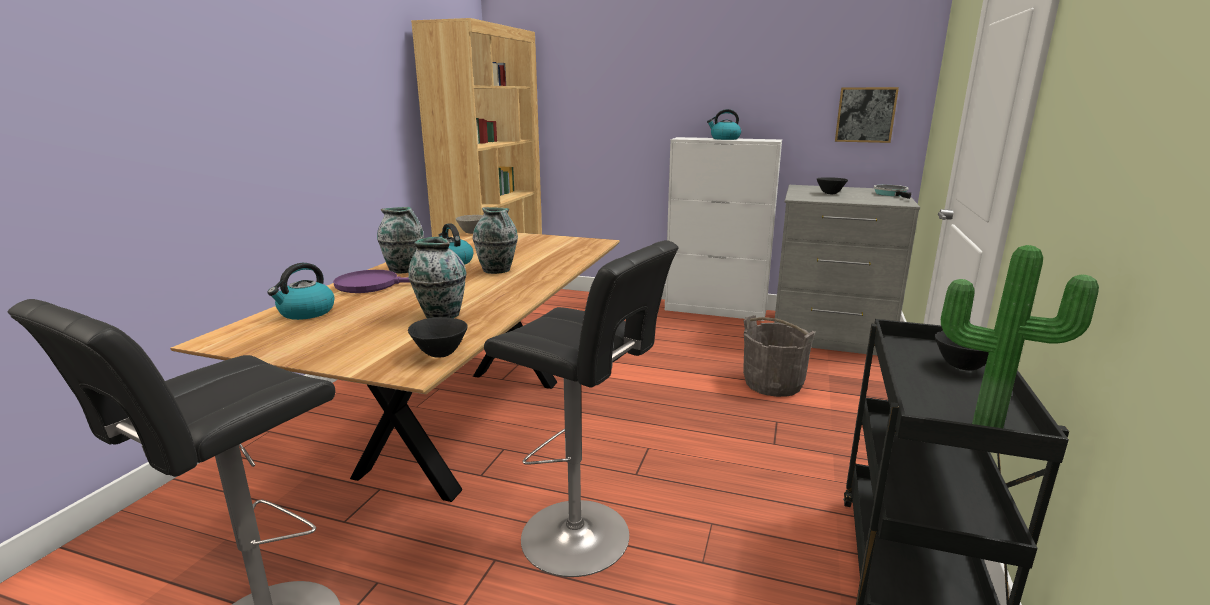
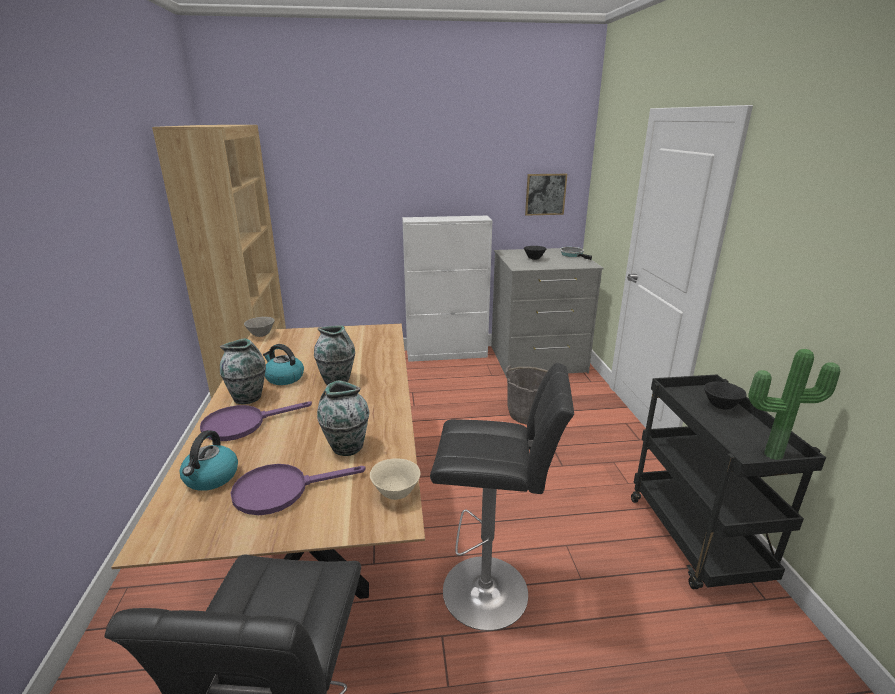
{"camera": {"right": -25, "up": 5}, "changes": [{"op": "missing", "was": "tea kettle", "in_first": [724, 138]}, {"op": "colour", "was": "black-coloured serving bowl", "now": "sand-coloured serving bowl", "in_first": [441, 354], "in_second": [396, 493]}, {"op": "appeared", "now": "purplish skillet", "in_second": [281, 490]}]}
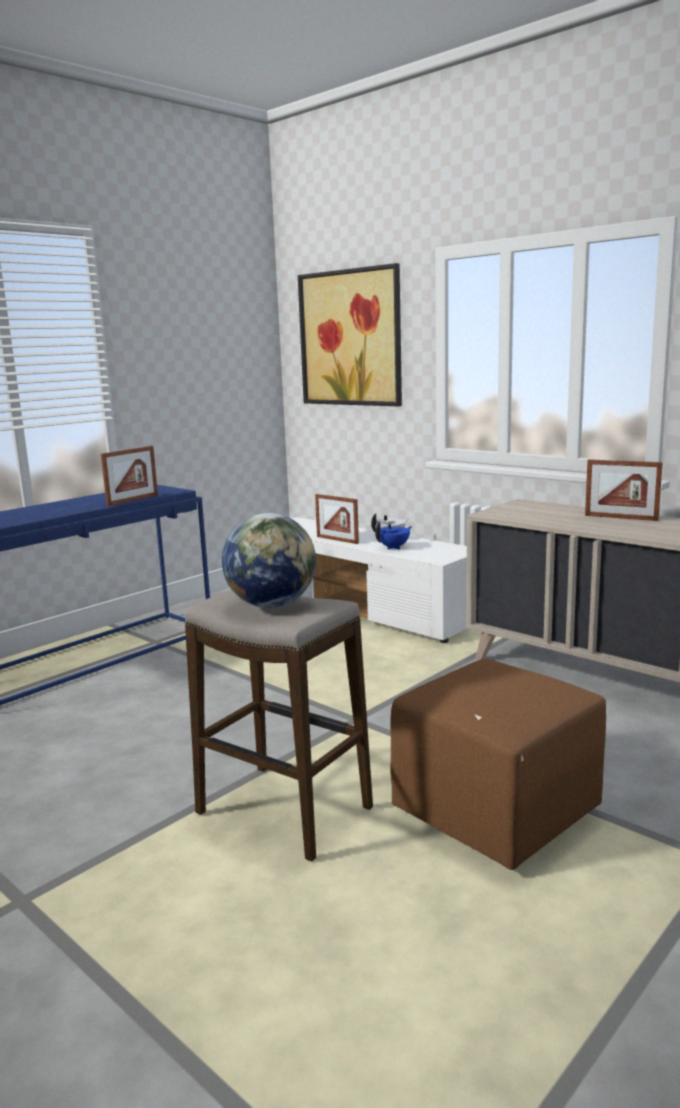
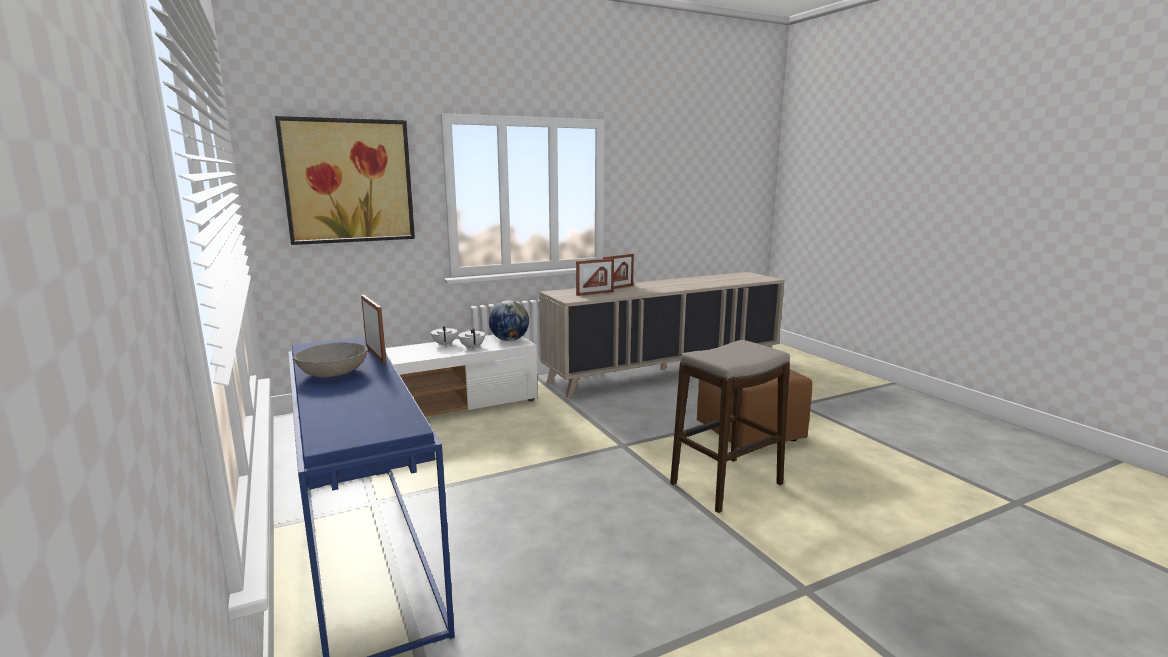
{"camera": {"right": -70, "up": 0}, "changes": [{"op": "relocated", "was": "standing frame", "in_first": [337, 540], "in_second": [595, 293]}, {"op": "relocated", "was": "desk globe", "in_first": [272, 605], "in_second": [509, 340]}, {"op": "colour", "was": "bluish teapot", "now": "white teapot", "in_first": [394, 547], "in_second": [472, 347]}, {"op": "appeared", "now": "greyish serving bowl", "in_second": [333, 372]}]}
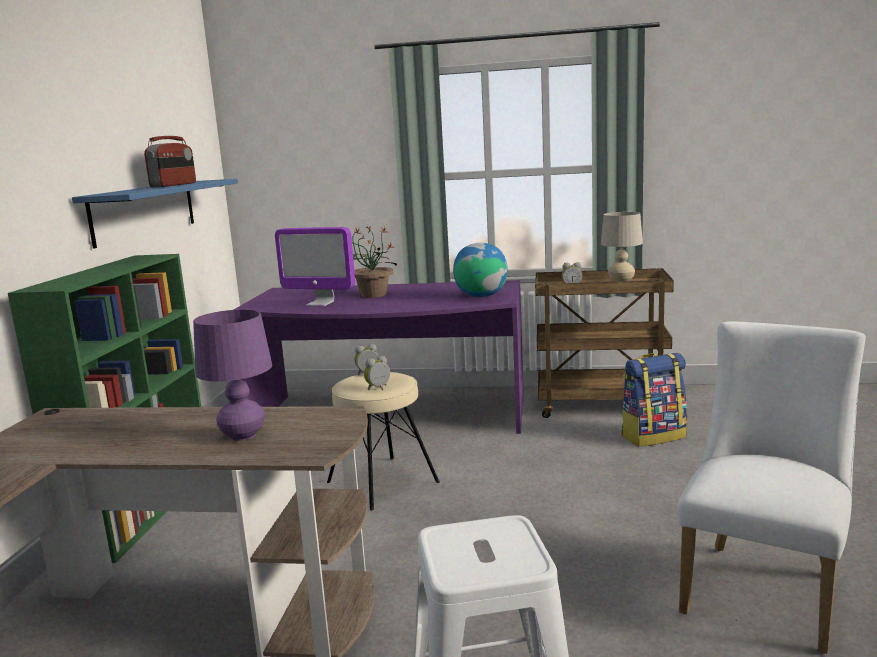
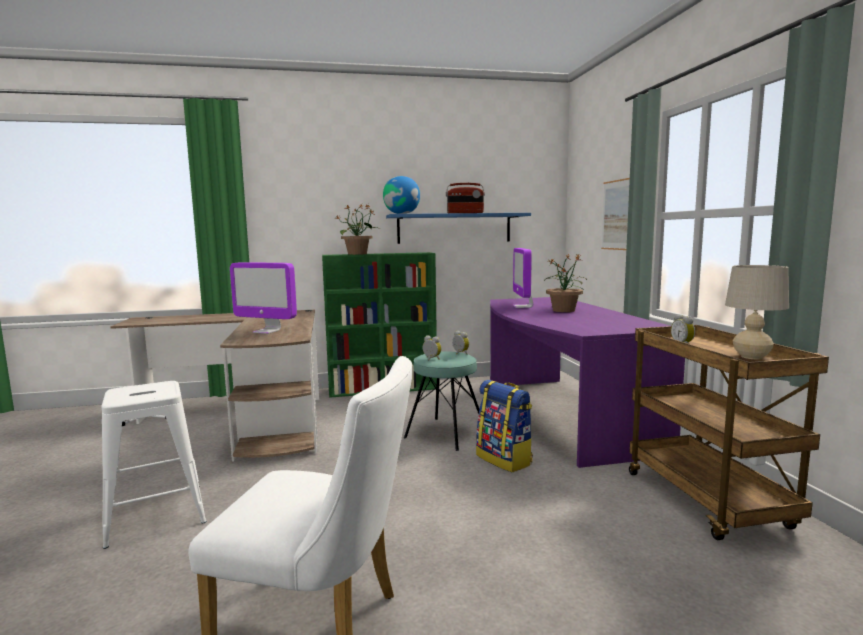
{"camera": {"right": 70, "up": -5}, "changes": [{"op": "relocated", "was": "desk globe", "in_first": [481, 296], "in_second": [402, 214]}, {"op": "exchanged", "was": "purplish tabletop lamp", "now": "computer screen", "in_first": [243, 436], "in_second": [267, 331]}, {"op": "relocated", "was": "rucksack", "in_first": [653, 436], "in_second": [505, 459]}, {"op": "colour", "was": "sand-coloured stool seat", "now": "turquoise stool seat", "in_first": [382, 482], "in_second": [446, 433]}, {"op": "appeared", "now": "wall art", "in_second": [617, 215]}, {"op": "appeared", "now": "potted plant", "in_second": [358, 254]}]}
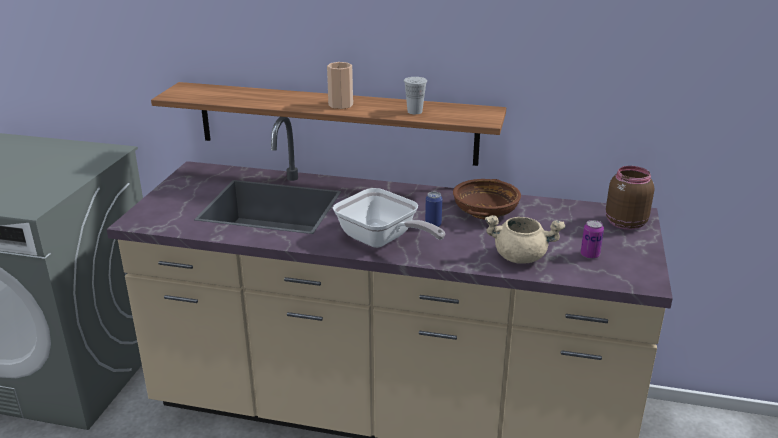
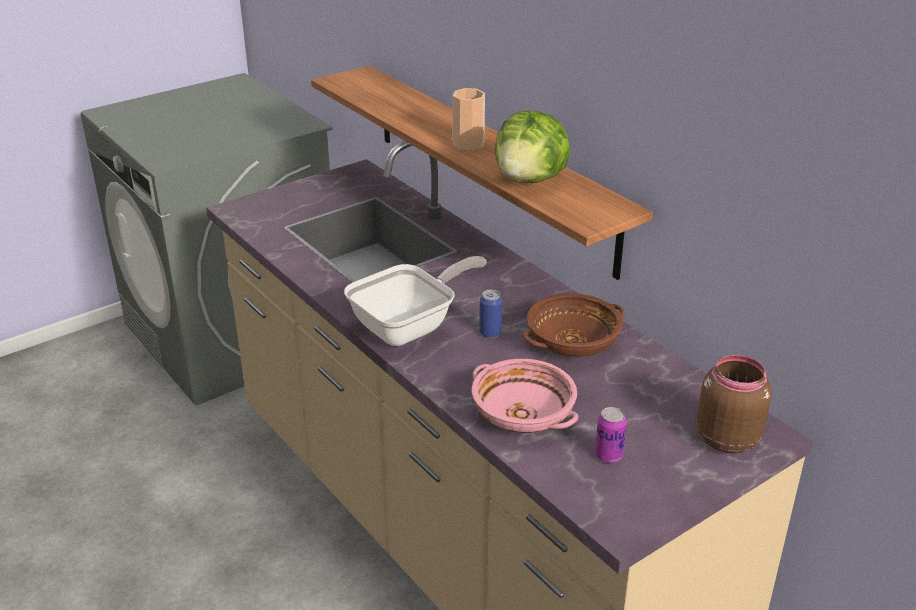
{"camera": {"right": 40, "up": 5}, "changes": [{"op": "exchanged", "was": "white small cup", "now": "lettuce head", "in_first": [414, 111], "in_second": [530, 180]}, {"op": "spun", "was": "skillet", "in_first": [382, 240], "in_second": [411, 326], "clockwise": -120}, {"op": "exchanged", "was": "sand-coloured saucepot", "now": "pinkish serving bowl", "in_first": [520, 256], "in_second": [524, 416]}]}
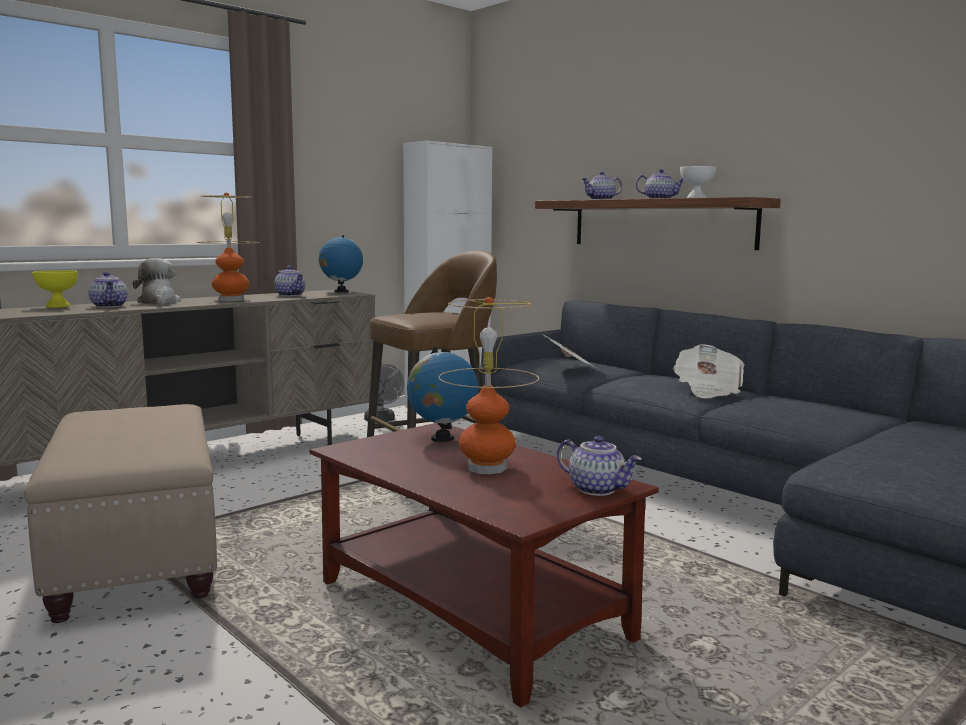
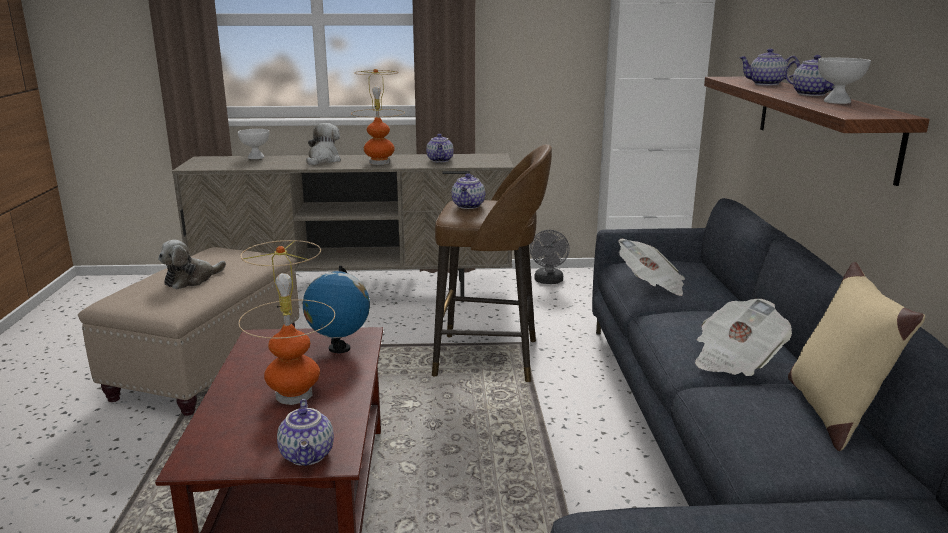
{"camera": {"right": 40, "up": 10}, "changes": [{"op": "missing", "was": "desk globe", "in_first": [341, 291]}, {"op": "colour", "was": "yellow serving bowl", "now": "white serving bowl", "in_first": [58, 306], "in_second": [256, 157]}, {"op": "relocated", "was": "teapot", "in_first": [109, 306], "in_second": [468, 206]}, {"op": "appeared", "now": "cuddly toy", "in_second": [191, 280]}, {"op": "appeared", "now": "sand-coloured cushion", "in_second": [833, 412]}]}
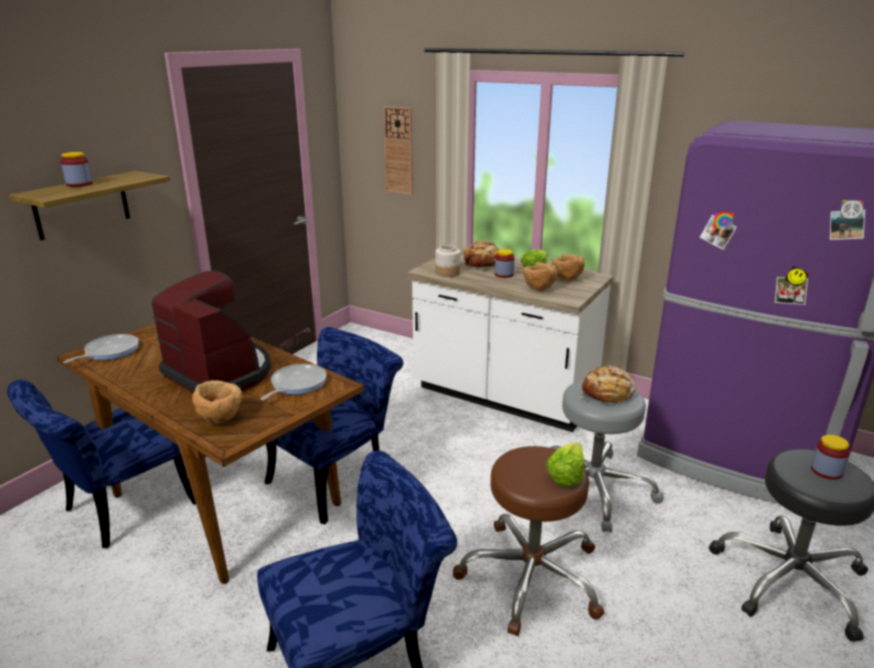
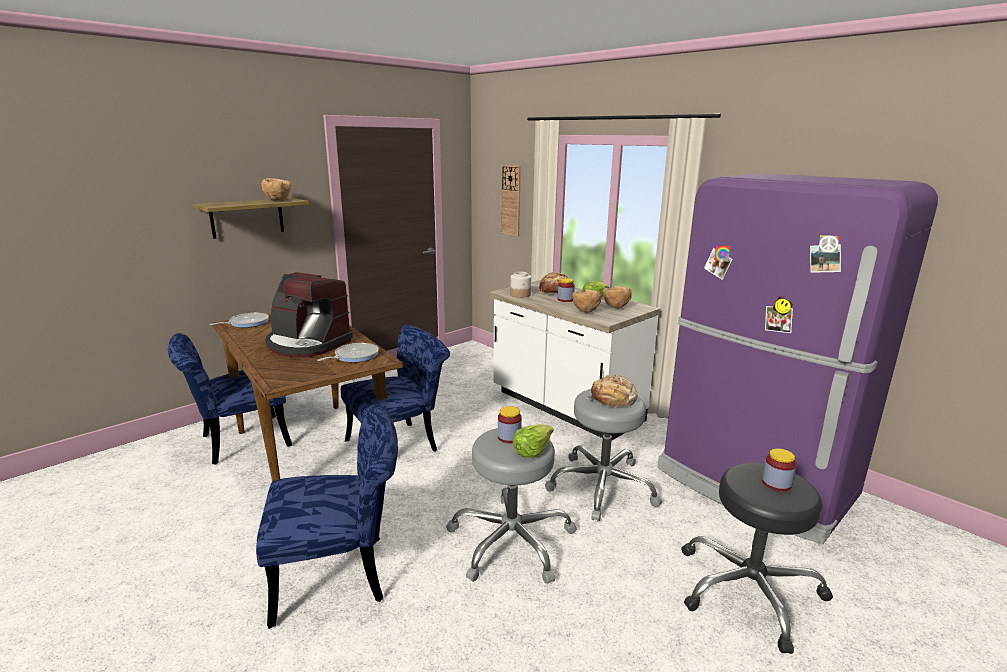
{"camera": {"right": 15, "up": -5}, "changes": [{"op": "relocated", "was": "storage jar", "in_first": [79, 184], "in_second": [509, 437]}, {"op": "spun", "was": "coffee maker", "in_first": [220, 374], "in_second": [307, 344], "clockwise": 150}, {"op": "relocated", "was": "brown serving bowl", "in_first": [221, 419], "in_second": [278, 200]}, {"op": "colour", "was": "brown stool seat", "now": "greyish stool seat", "in_first": [531, 577], "in_second": [510, 541]}]}
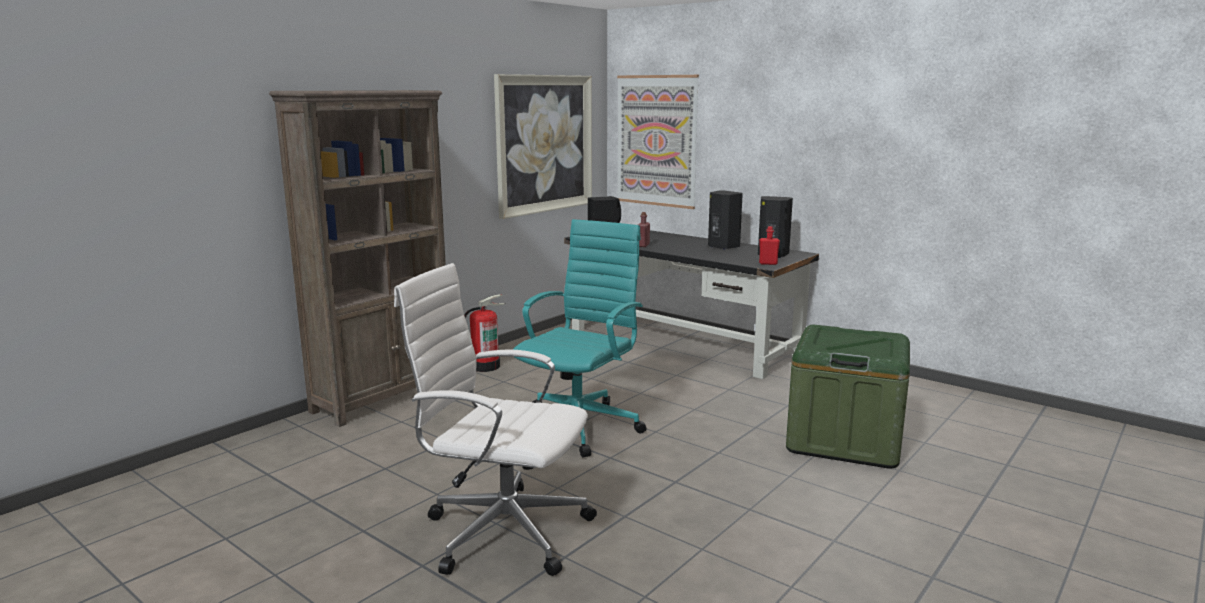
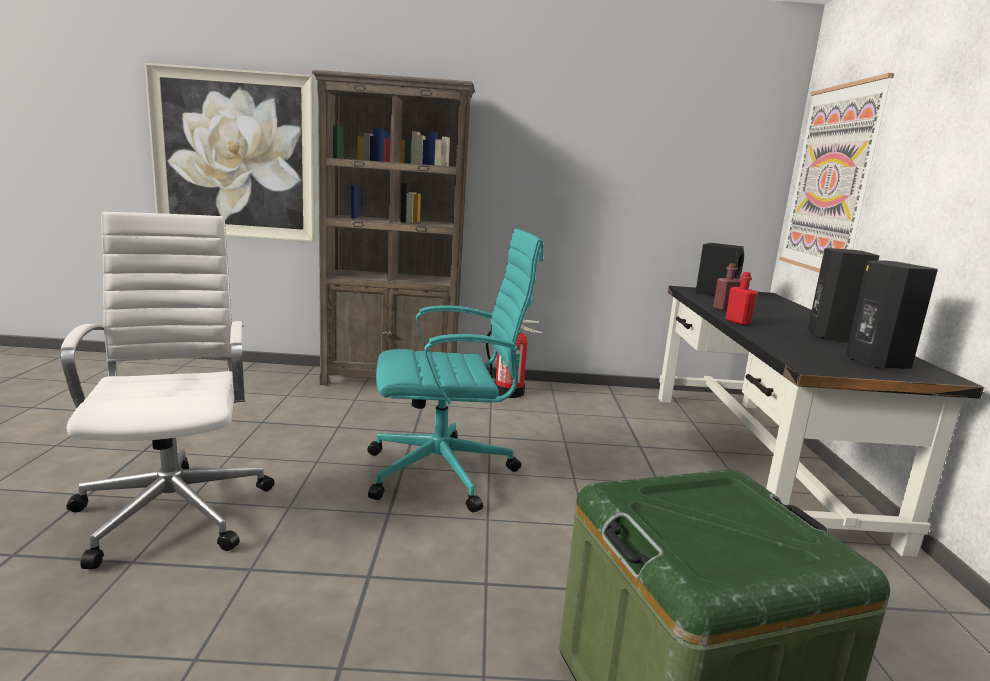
{"camera": {"right": 50, "up": 0}, "changes": [{"op": "relocated", "was": "wall art", "in_first": [544, 144], "in_second": [234, 155]}, {"op": "relocated", "was": "red beverage bottle", "in_first": [768, 263], "in_second": [738, 322]}]}
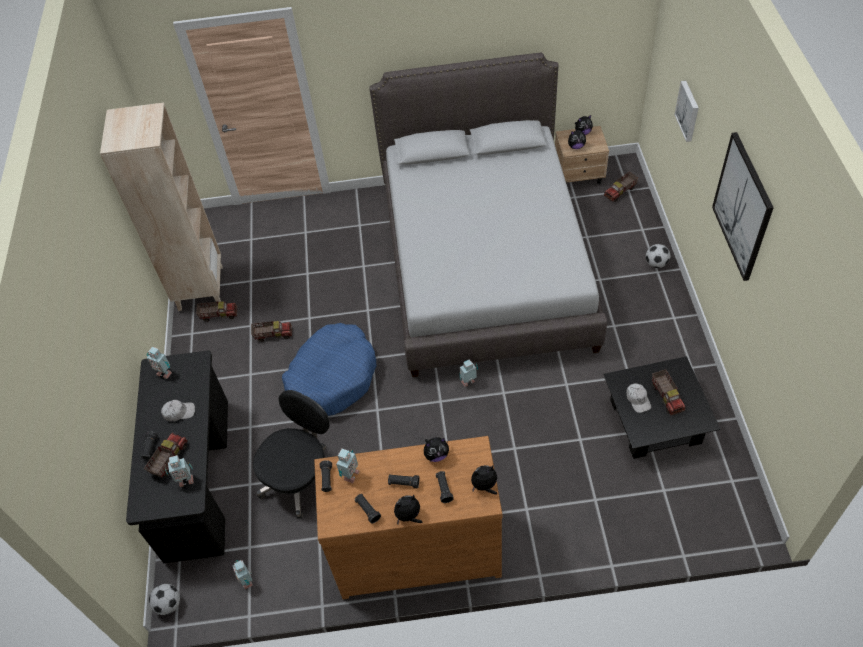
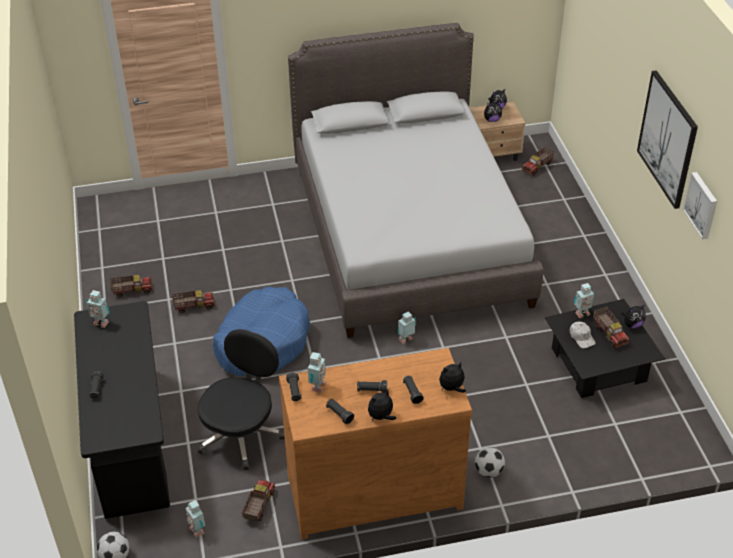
{"camera": {"right": -10, "up": -10}, "changes": [{"op": "relocated", "was": "wall art", "in_first": [688, 111], "in_second": [702, 205]}, {"op": "missing", "was": "sand-coloured bookcase", "in_first": [200, 287]}, {"op": "relocated", "was": "football", "in_first": [656, 263], "in_second": [488, 471]}, {"op": "missing", "was": "white peaked cap", "in_first": [179, 412]}, {"op": "relocated", "was": "toy truck", "in_first": [168, 459], "in_second": [258, 505]}, {"op": "relocated", "was": "cuddly toy", "in_first": [436, 455], "in_second": [632, 325]}, {"op": "relocated", "was": "robot figure", "in_first": [185, 480], "in_second": [581, 313]}]}
